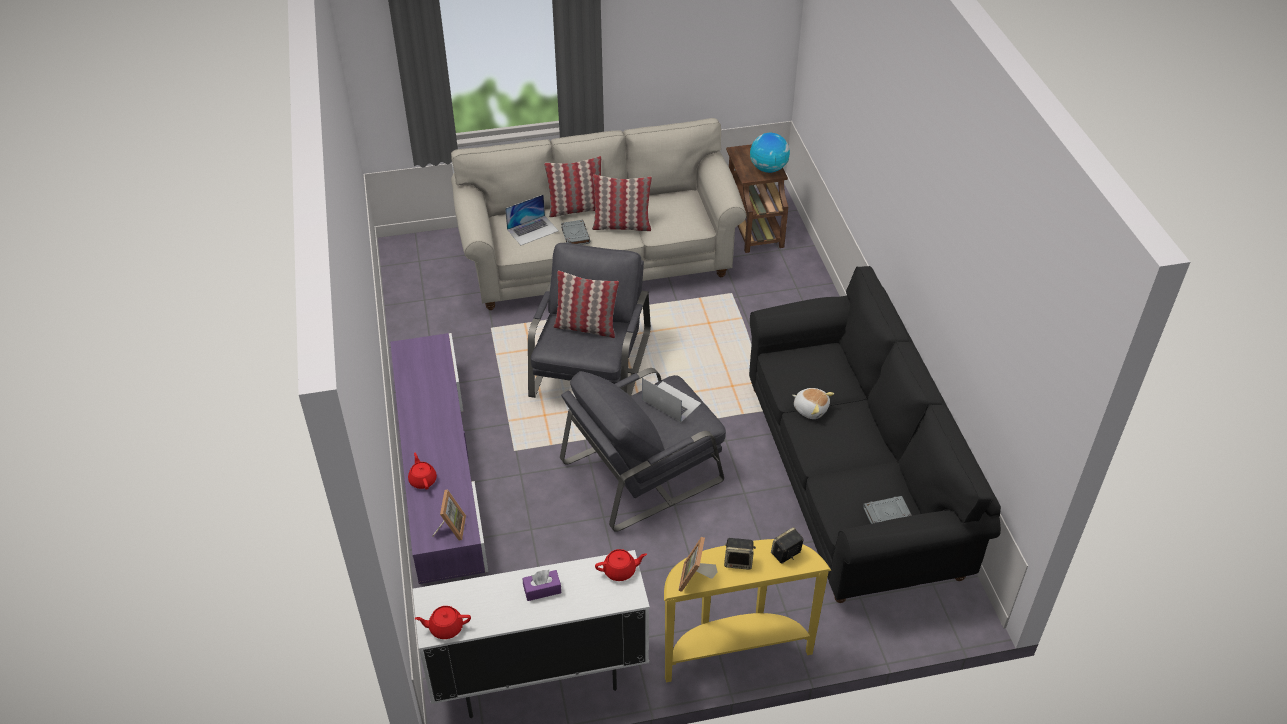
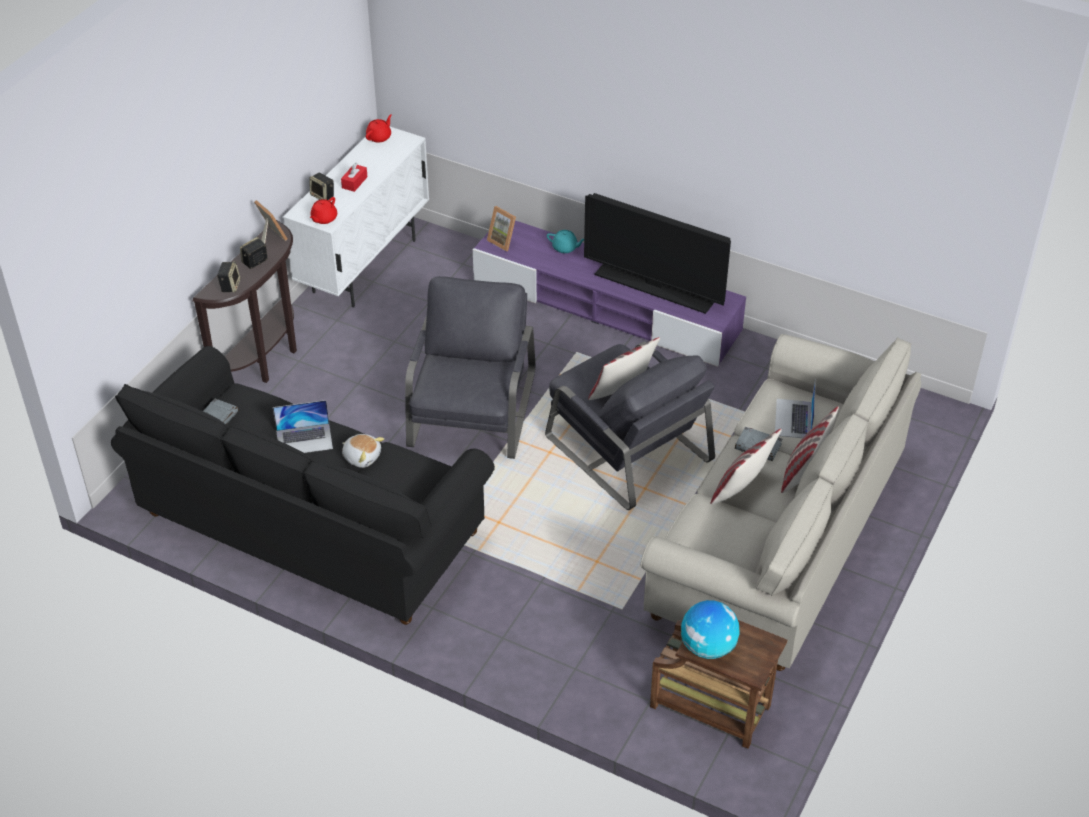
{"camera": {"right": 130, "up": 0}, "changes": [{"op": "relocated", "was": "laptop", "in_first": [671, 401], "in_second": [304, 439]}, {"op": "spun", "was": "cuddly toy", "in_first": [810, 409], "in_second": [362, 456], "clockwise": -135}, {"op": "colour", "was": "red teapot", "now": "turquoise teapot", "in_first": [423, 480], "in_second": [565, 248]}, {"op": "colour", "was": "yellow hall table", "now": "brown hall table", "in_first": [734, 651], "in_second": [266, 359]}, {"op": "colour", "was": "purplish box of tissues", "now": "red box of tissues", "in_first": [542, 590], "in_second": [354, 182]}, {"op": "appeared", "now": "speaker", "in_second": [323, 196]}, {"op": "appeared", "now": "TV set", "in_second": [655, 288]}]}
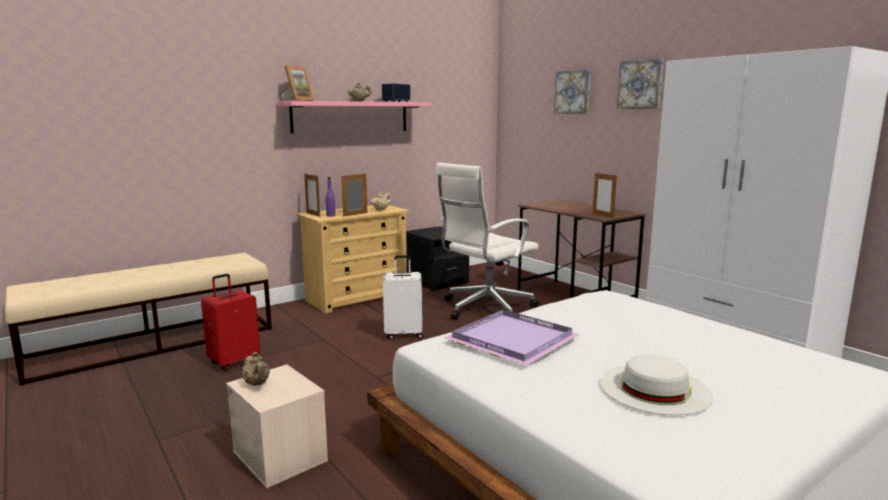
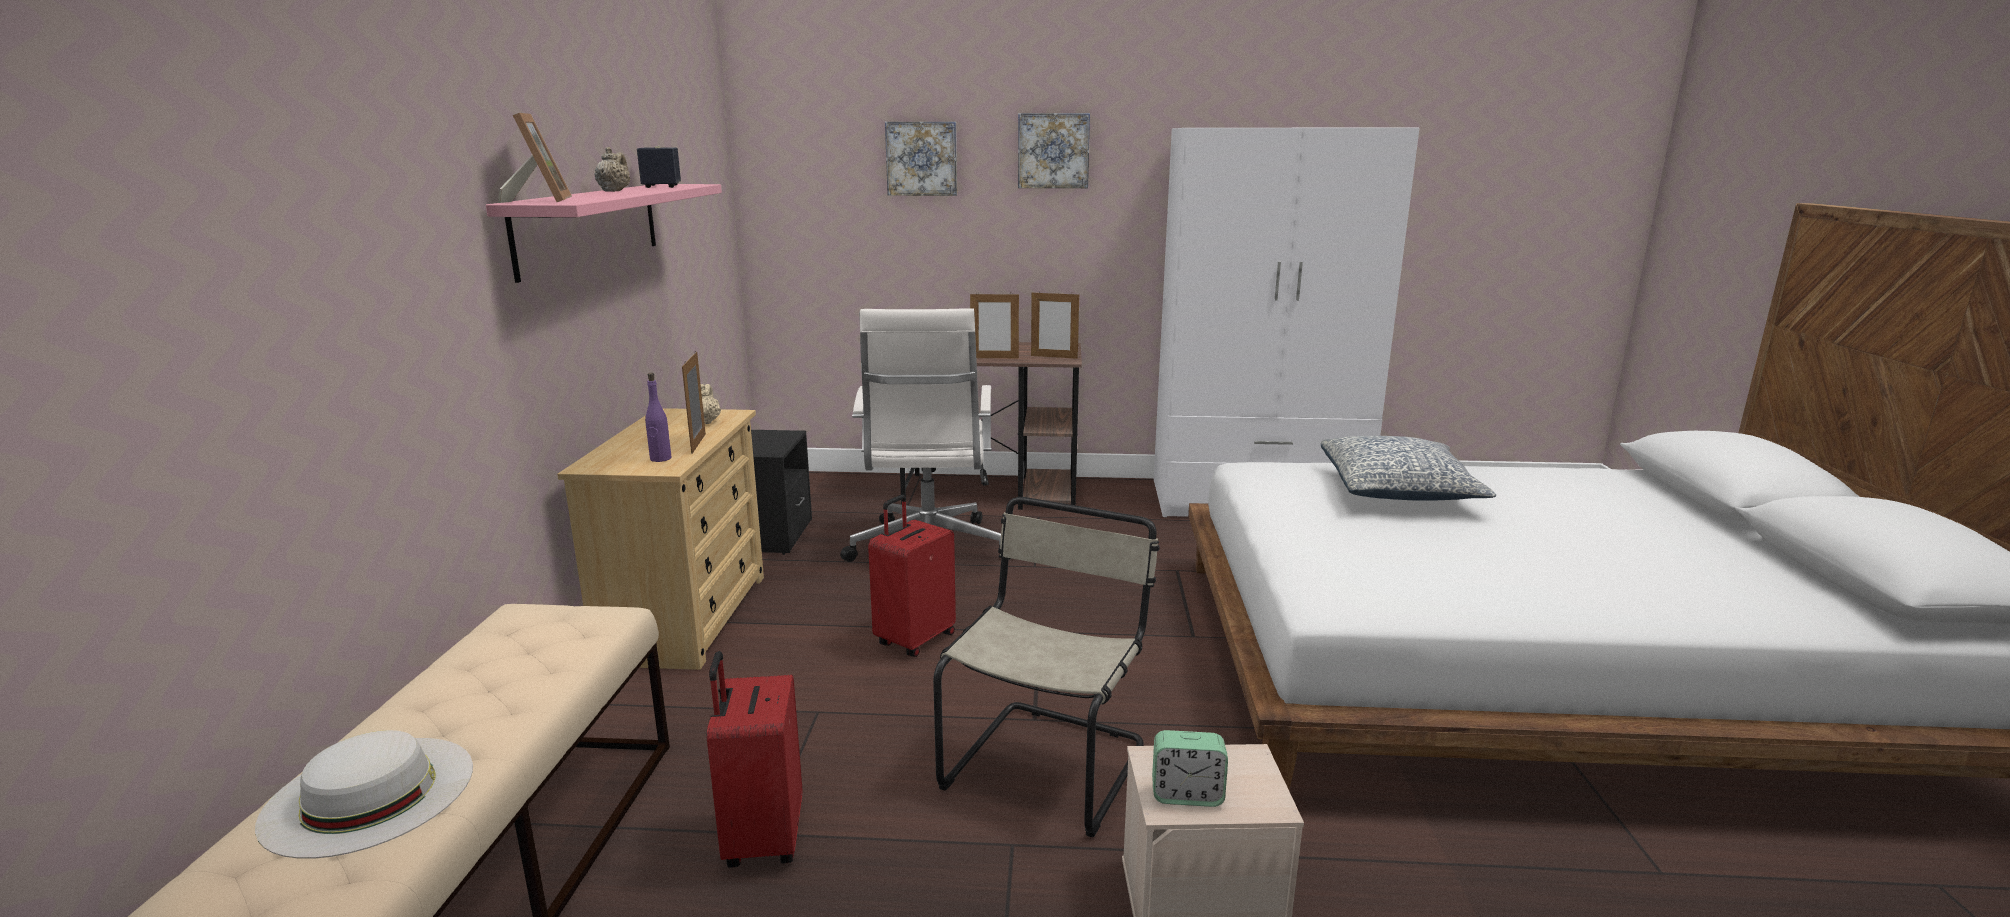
{"camera": {"right": -50, "up": 5}, "changes": [{"op": "relocated", "was": "standing frame", "in_first": [313, 214], "in_second": [994, 358]}, {"op": "colour", "was": "white travel case", "now": "red travel case", "in_first": [404, 334], "in_second": [914, 639]}, {"op": "missing", "was": "purplish serving tray", "in_first": [509, 340]}, {"op": "exchanged", "was": "sand-coloured teapot", "now": "alarm clock", "in_first": [257, 384], "in_second": [1187, 795]}, {"op": "relocated", "was": "white clothing hat", "in_first": [655, 388], "in_second": [369, 794]}, {"op": "appeared", "now": "cushion", "in_second": [1398, 490]}, {"op": "appeared", "now": "sand-coloured chair", "in_second": [1049, 762]}]}
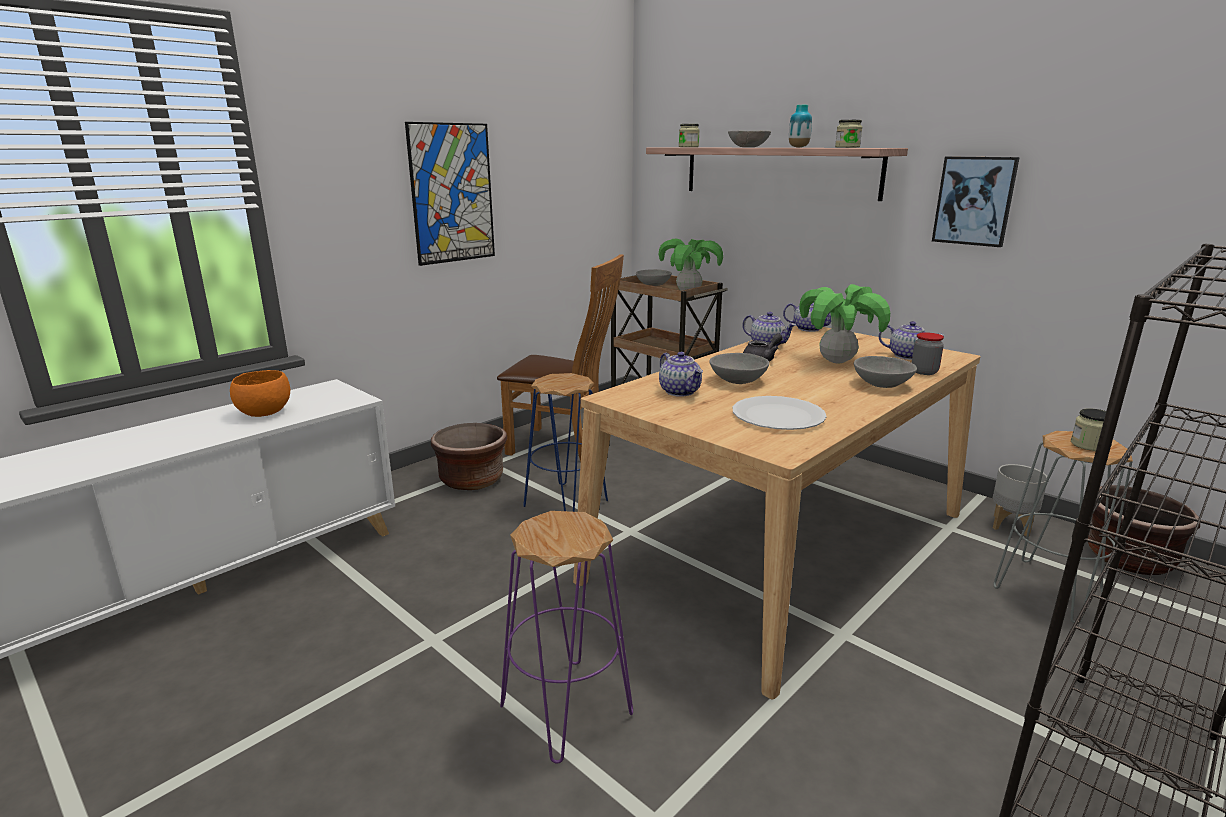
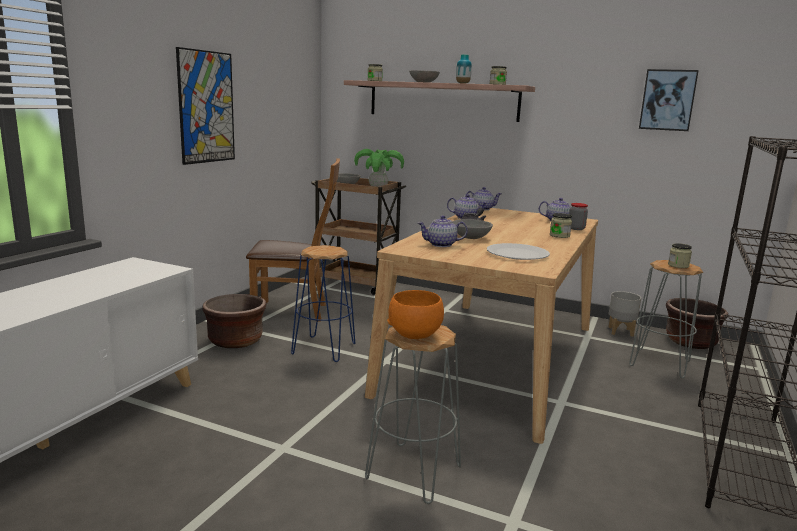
{"camera": {"right": -20, "up": -5}, "changes": [{"op": "relocated", "was": "wall art", "in_first": [974, 201], "in_second": [667, 100]}, {"op": "missing", "was": "potted plant", "in_first": [836, 361]}, {"op": "spun", "was": "teapot", "in_first": [680, 392], "in_second": [441, 245], "clockwise": 135}, {"op": "exchanged", "was": "greyish serving bowl", "now": "storage jar", "in_first": [882, 384], "in_second": [559, 235]}, {"op": "relocated", "was": "orange-coloured serving bowl", "in_first": [264, 413], "in_second": [415, 335]}, {"op": "colour", "was": "purplish stool seat", "now": "greyish stool seat", "in_first": [565, 708], "in_second": [412, 472]}]}
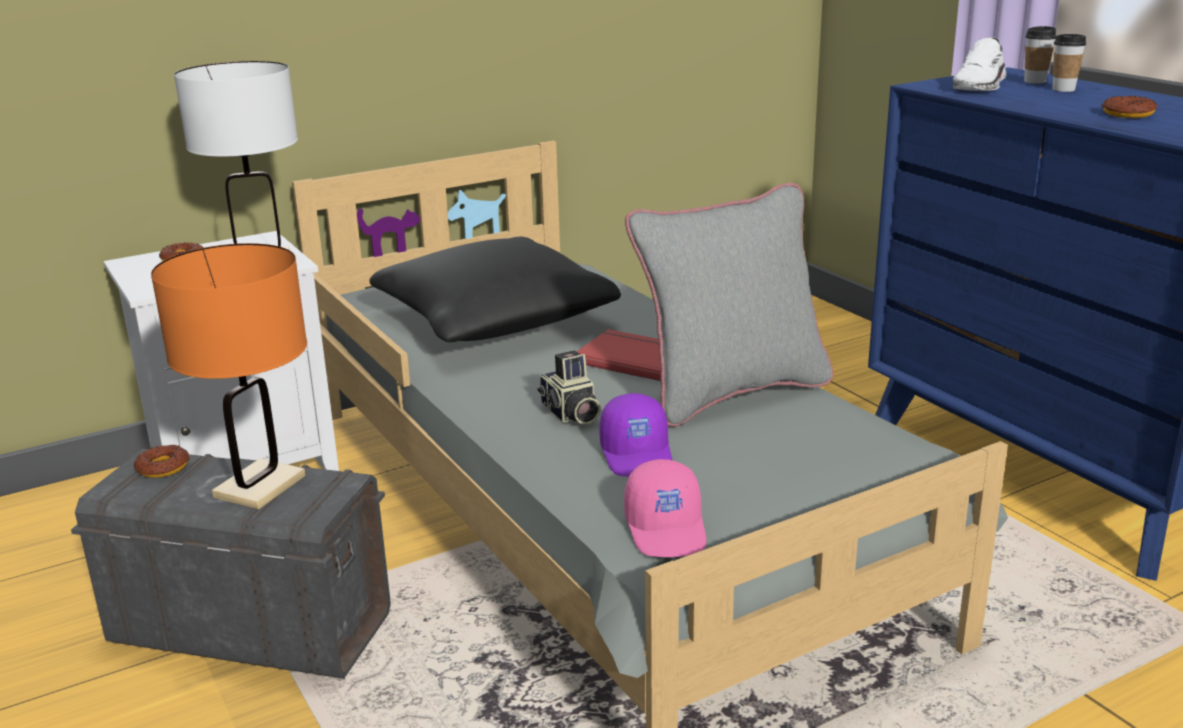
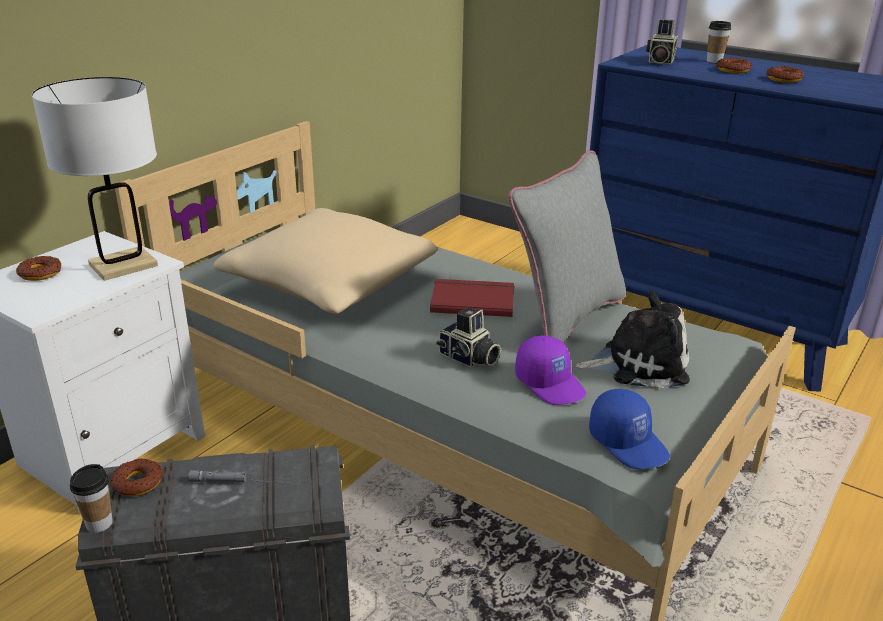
{"camera": {"right": -25, "up": 5}, "changes": [{"op": "relocated", "was": "small cup", "in_first": [1035, 81], "in_second": [99, 523]}, {"op": "exchanged", "was": "white item of footwear", "now": "photo camera", "in_first": [981, 86], "in_second": [659, 61]}, {"op": "colour", "was": "black-coloured cushion", "now": "sand-coloured cushion", "in_first": [494, 320], "in_second": [329, 284]}, {"op": "exchanged", "was": "orange-coloured tabletop lamp", "now": "greyish flashlight", "in_first": [260, 486], "in_second": [249, 480]}, {"op": "colour", "was": "pinkish peaked cap", "now": "bluish peaked cap", "in_first": [667, 529], "in_second": [629, 442]}, {"op": "appeared", "now": "donut", "in_second": [733, 70]}, {"op": "appeared", "now": "cuddly toy", "in_second": [638, 363]}]}
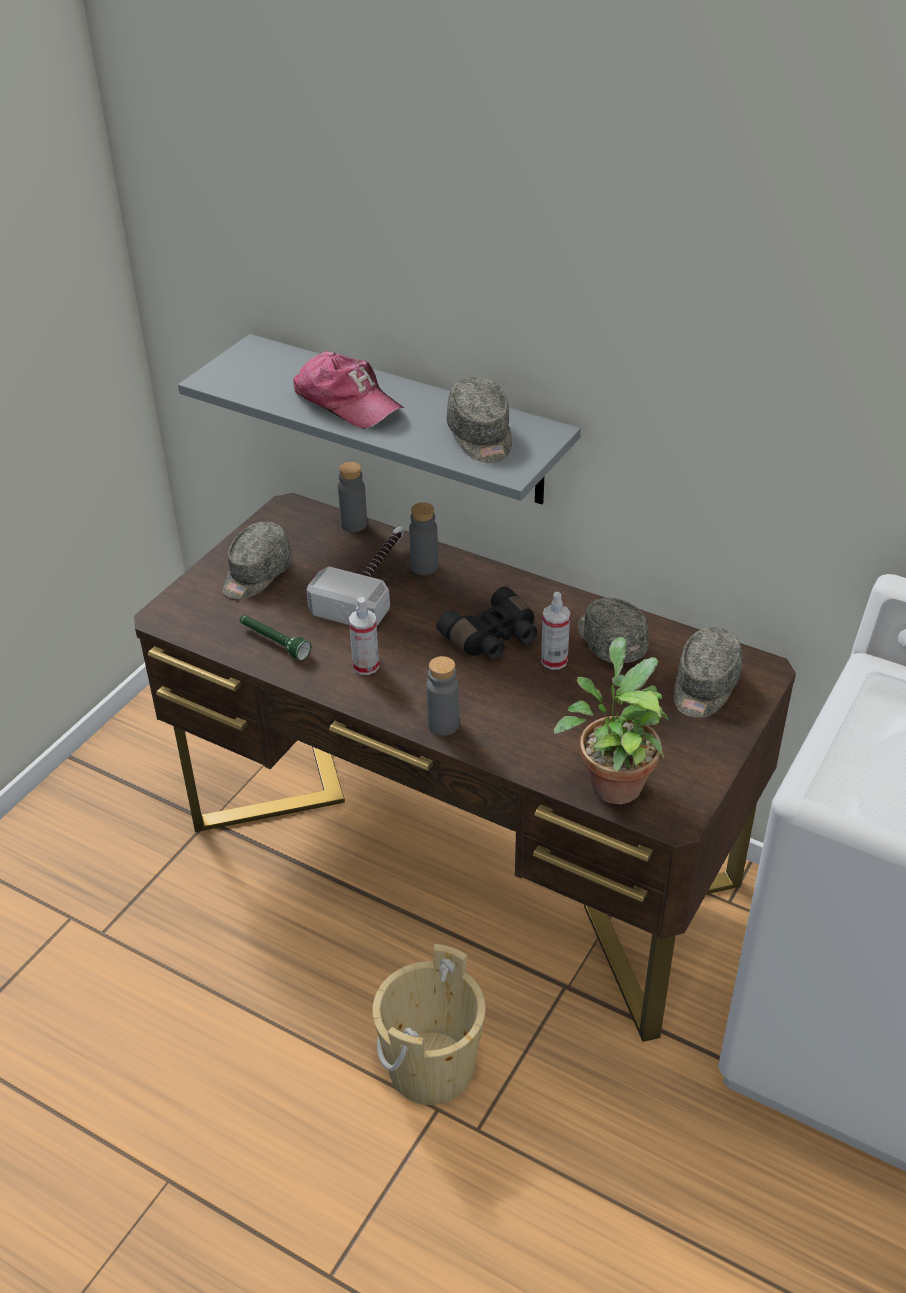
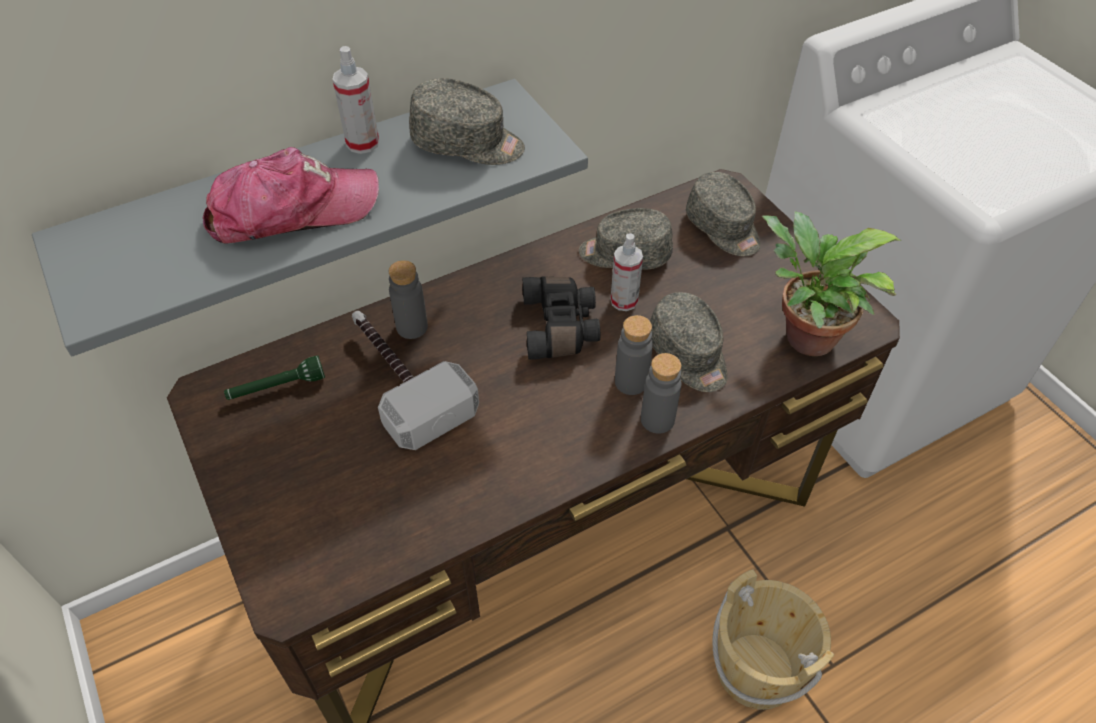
{"camera": {"right": -60, "up": 10}, "changes": [{"op": "relocated", "was": "greyish beverage bottle", "in_first": [354, 524], "in_second": [631, 382]}, {"op": "relocated", "was": "greyish peaked cap", "in_first": [256, 575], "in_second": [688, 355]}, {"op": "relocated", "was": "spray bottle", "in_first": [366, 666], "in_second": [362, 143]}, {"op": "relocated", "was": "green-coloured flashlight", "in_first": [273, 642], "in_second": [276, 388]}]}
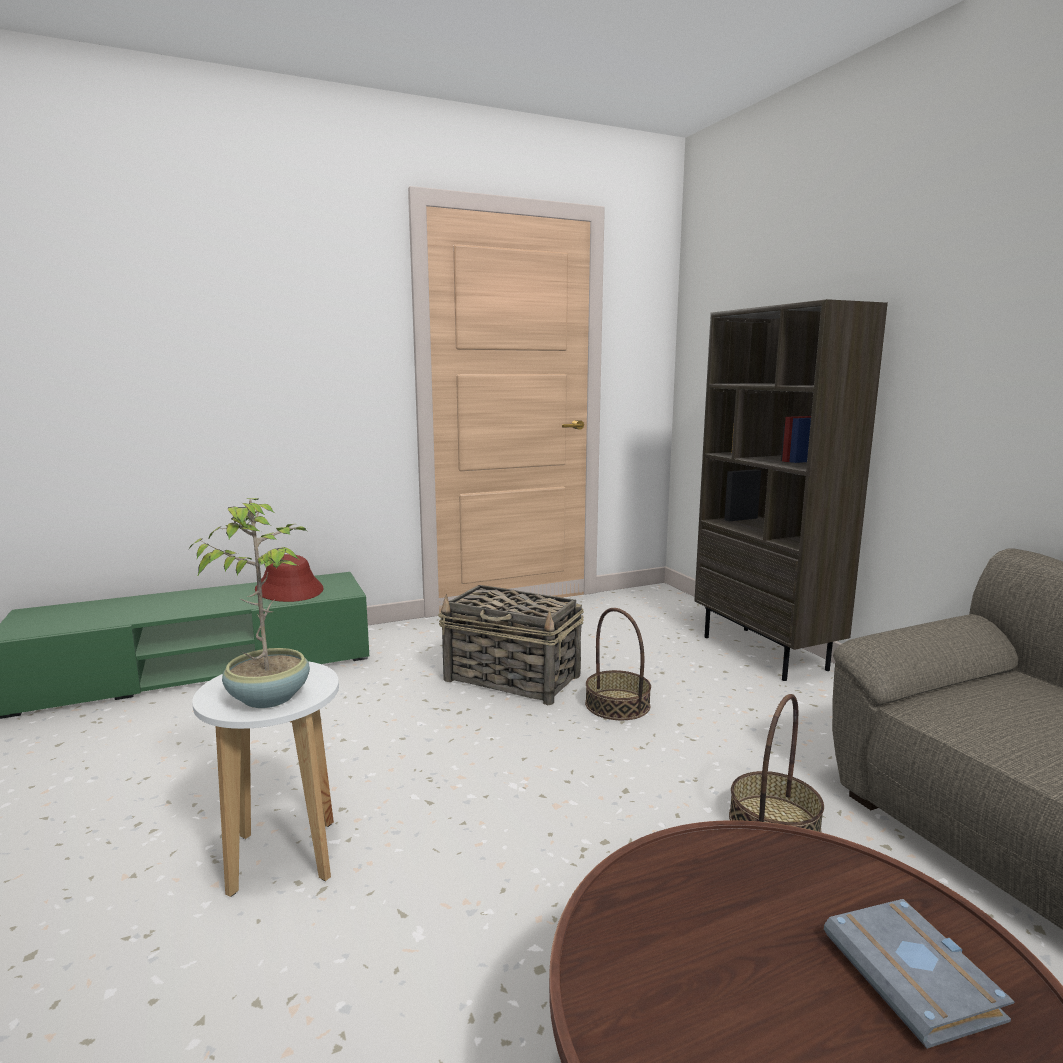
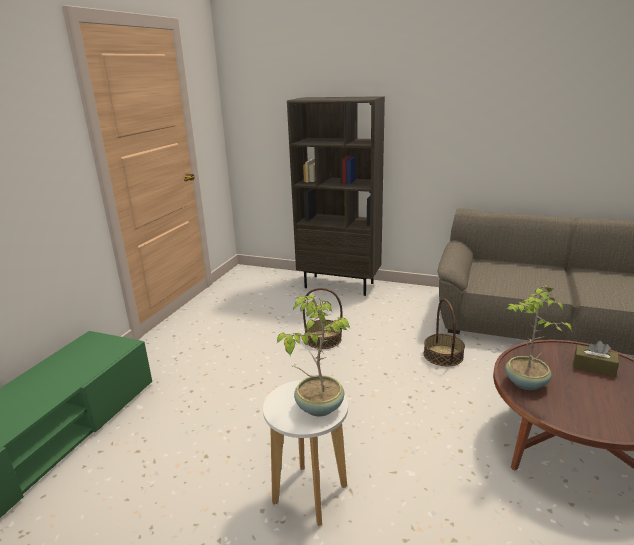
{"camera": {"right": -45, "up": 10}, "changes": [{"op": "missing", "was": "red clothing hat", "in_first": [289, 590]}, {"op": "missing", "was": "basket", "in_first": [513, 679]}, {"op": "exchanged", "was": "greyish bound book", "now": "brown box of tissues", "in_first": [917, 979], "in_second": [594, 367]}, {"op": "appeared", "now": "potted plant", "in_second": [525, 383]}]}
